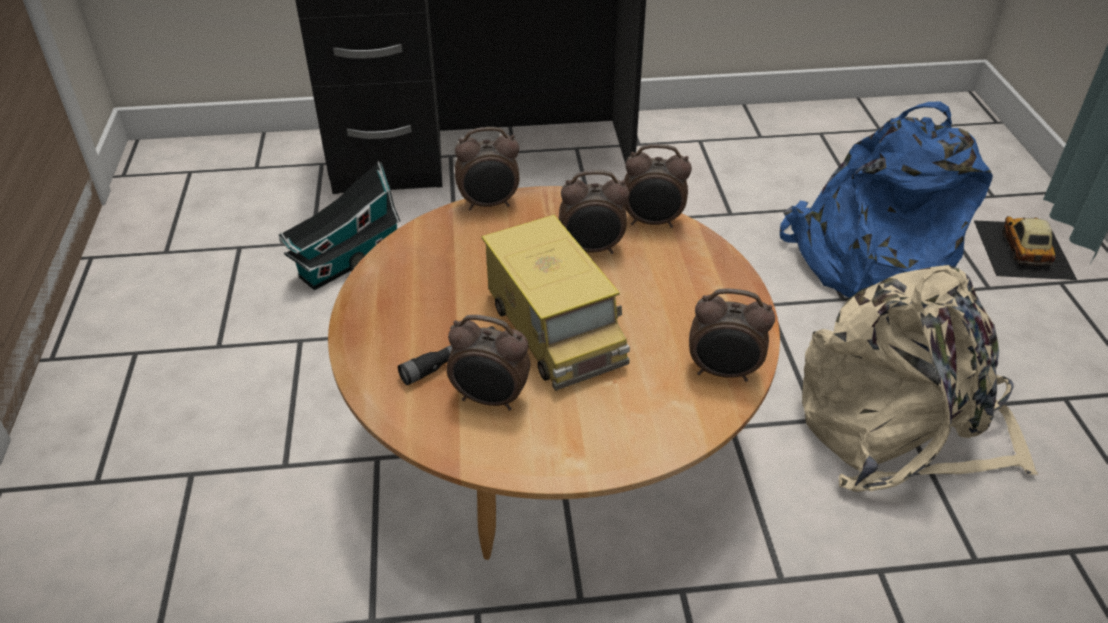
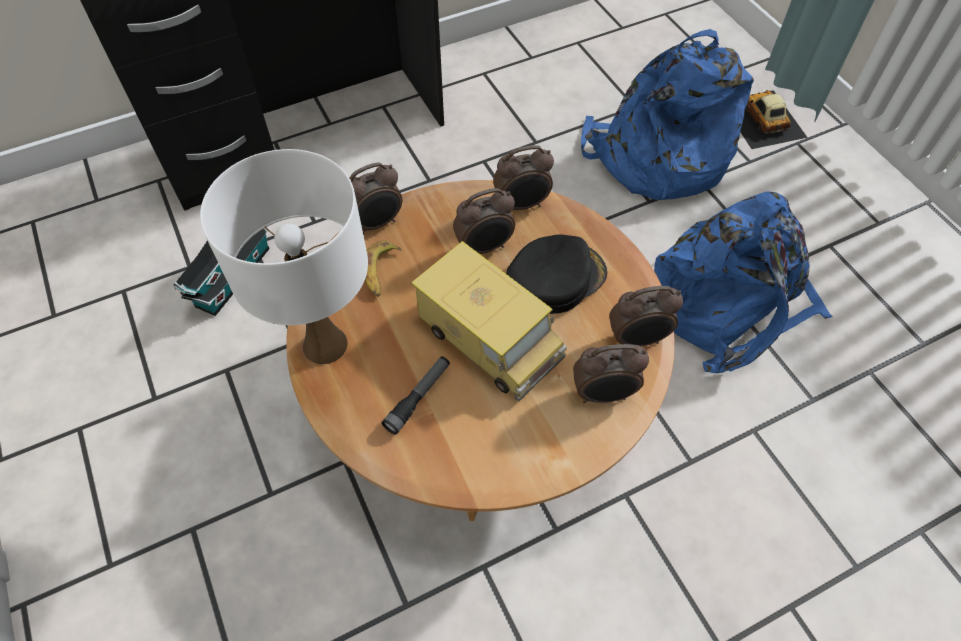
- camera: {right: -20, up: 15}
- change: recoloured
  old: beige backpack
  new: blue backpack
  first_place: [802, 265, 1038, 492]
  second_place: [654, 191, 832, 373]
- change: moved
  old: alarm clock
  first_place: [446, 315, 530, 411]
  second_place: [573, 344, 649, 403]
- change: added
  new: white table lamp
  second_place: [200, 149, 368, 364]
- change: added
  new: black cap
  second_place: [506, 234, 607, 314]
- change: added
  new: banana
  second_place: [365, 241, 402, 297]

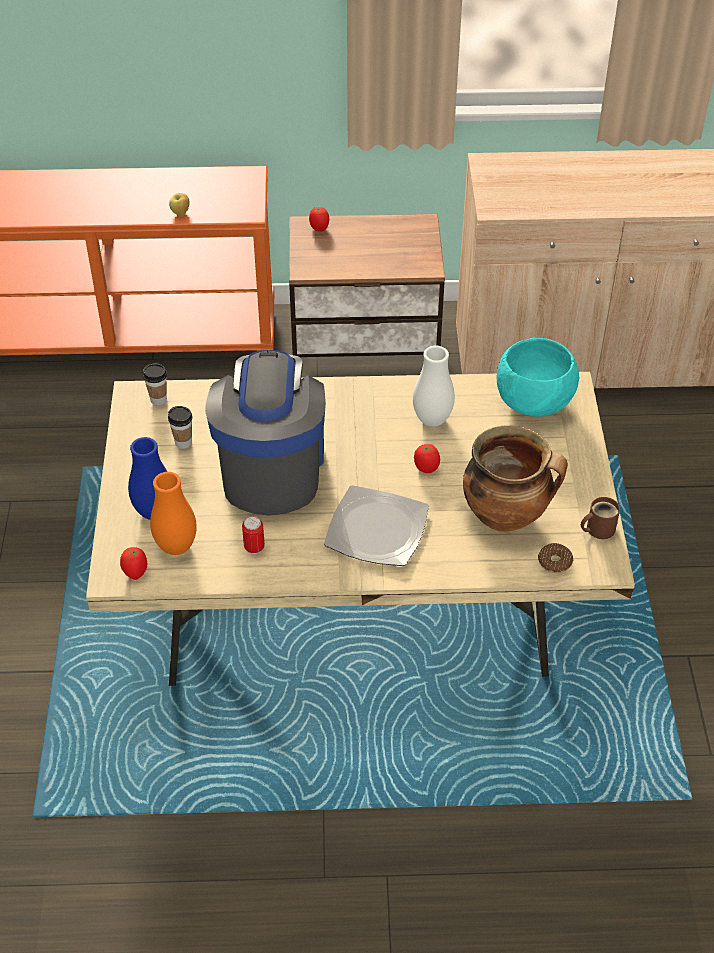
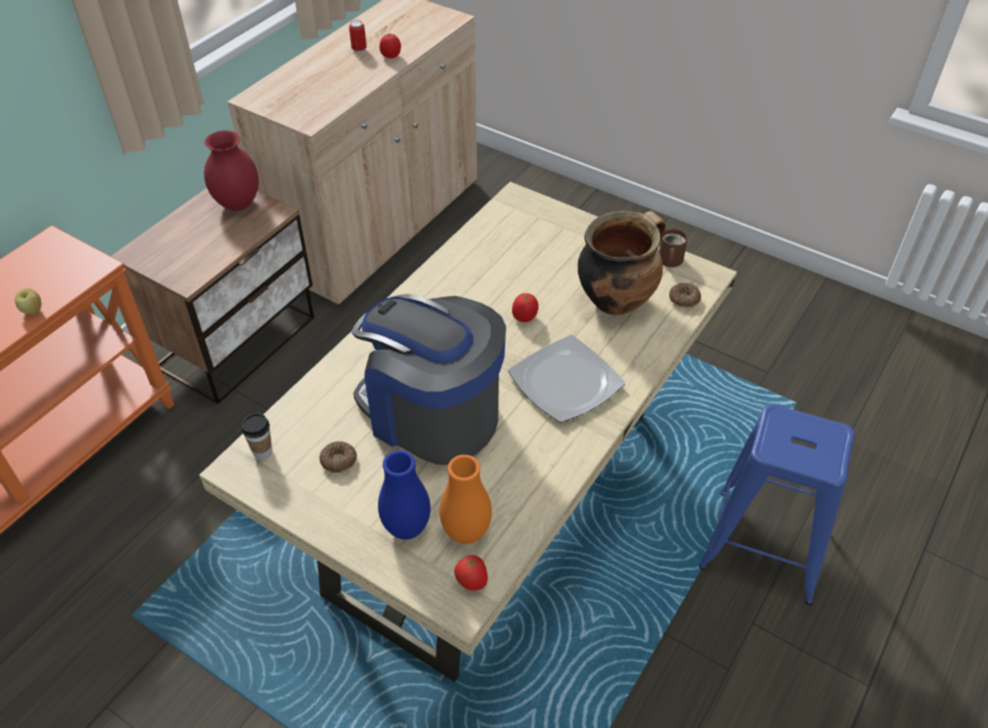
- camera: {right: -55, up: 0}
- change: moved
  old: tomato
  first_place: [309, 207, 329, 232]
  second_place: [379, 34, 401, 58]
- change: removed
  old: turquoise bowl
  first_place: [497, 338, 579, 417]
- change: removed
  old: white vase
  first_place: [413, 346, 455, 427]
- change: replaced
  old: cup
  new: donut
  first_place: [168, 406, 193, 449]
  second_place: [319, 441, 357, 473]
- change: moved
  old: can
  first_place: [242, 516, 265, 554]
  second_place: [349, 20, 367, 53]
- change: added
  new: red vase
  second_place: [204, 130, 259, 211]
- change: added
  new: blue stool
  second_place: [699, 404, 855, 605]

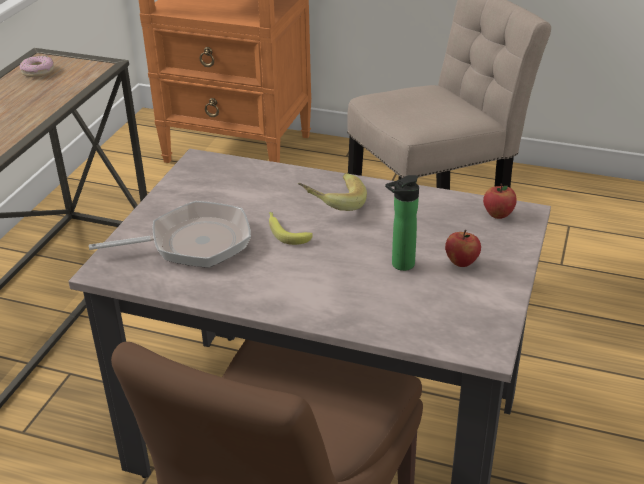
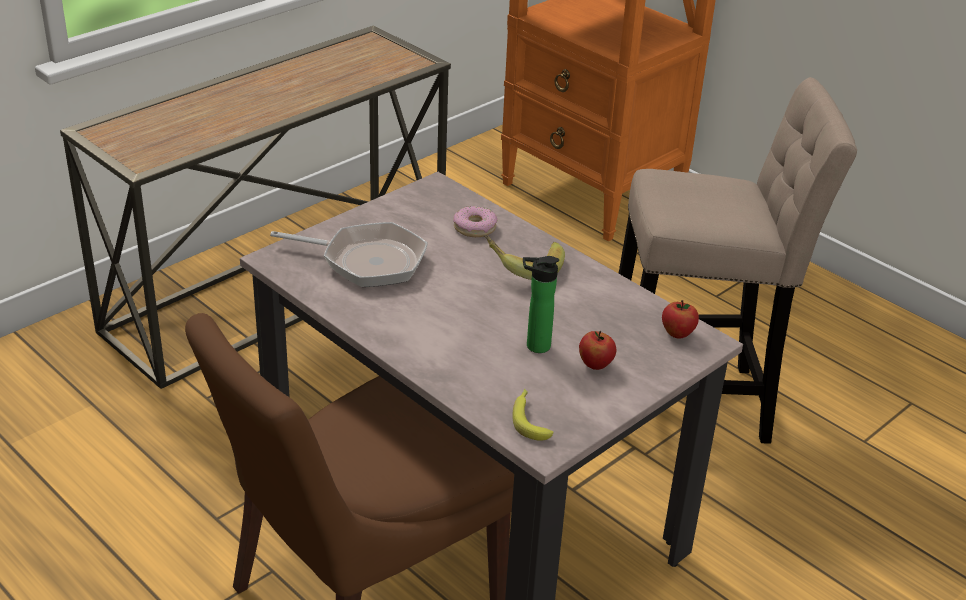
- camera: {right: 25, up: 0}
- change: moved
  old: donut
  first_place: [19, 56, 54, 77]
  second_place: [453, 206, 497, 237]
- change: moved
  old: banana
  first_place: [269, 212, 313, 245]
  second_place: [512, 389, 554, 441]

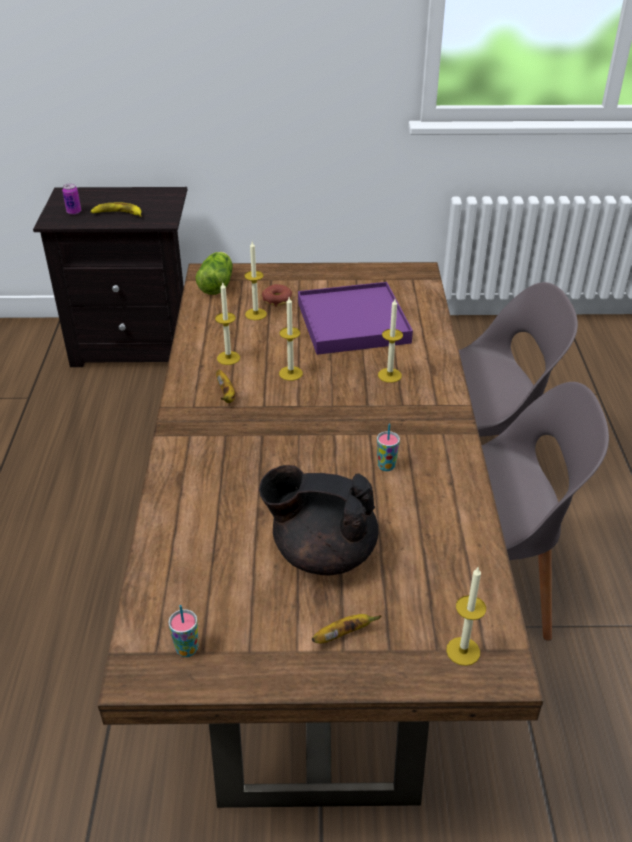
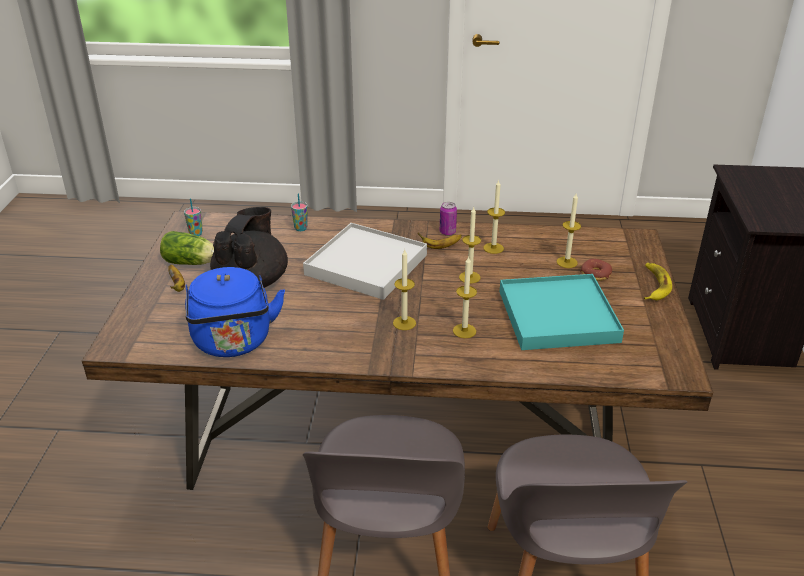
- camera: {right: 95, up: -5}
- change: moved
  old: can
  first_place: [62, 184, 81, 215]
  second_place: [440, 202, 457, 236]
- change: moved
  old: banana
  first_place: [91, 202, 142, 217]
  second_place: [644, 263, 672, 300]
- change: moved
  old: lettuce
  first_place: [196, 252, 233, 295]
  second_place: [160, 231, 214, 265]
- change: recoloured
  old: purple tray
  new: turquoise tray
  first_place: [298, 282, 413, 355]
  second_place: [499, 274, 624, 350]
- change: moved
  old: cup
  first_place: [377, 424, 400, 471]
  second_place: [291, 193, 308, 231]
- change: moved
  old: candle
  first_place: [446, 567, 486, 666]
  second_place: [393, 250, 416, 330]
- change: added
  new: white tray
  second_place: [303, 223, 427, 300]
- change: added
  new: blue kettle
  second_place: [185, 267, 285, 357]

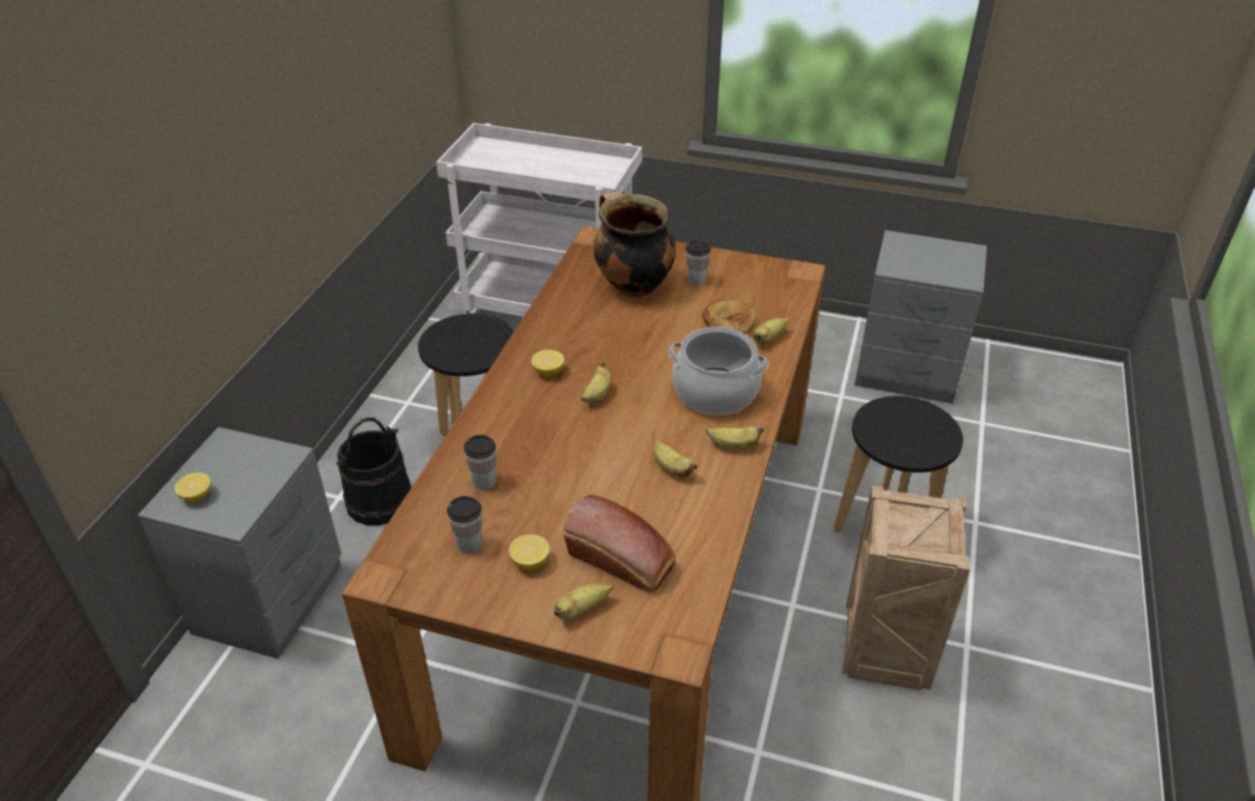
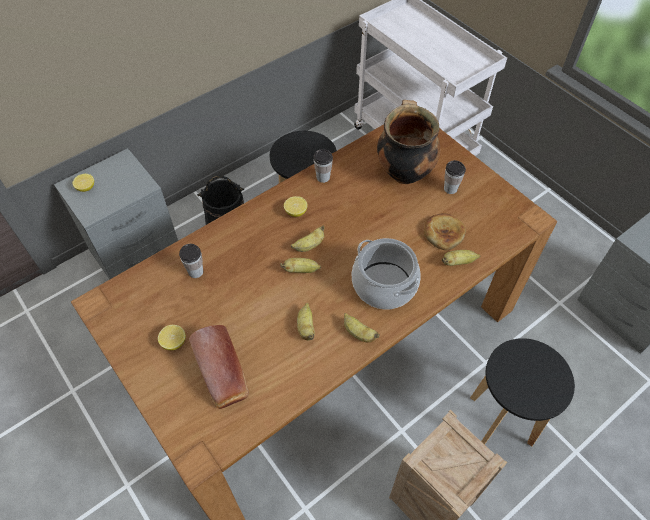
- camera: {right: 35, up: 15}
- change: moved
  old: cup
  first_place: [447, 496, 482, 554]
  second_place: [313, 149, 333, 183]
- change: moved
  old: banana
  first_place: [554, 583, 613, 620]
  second_place: [280, 258, 321, 273]

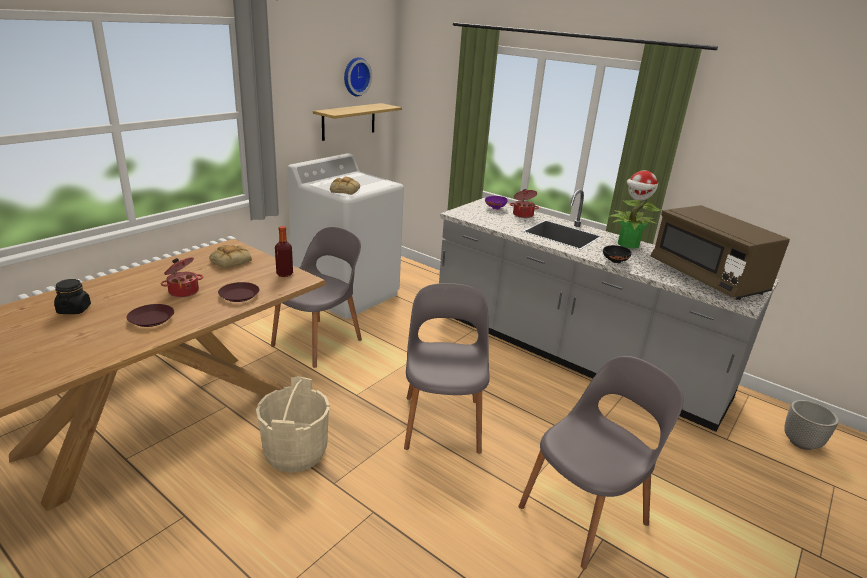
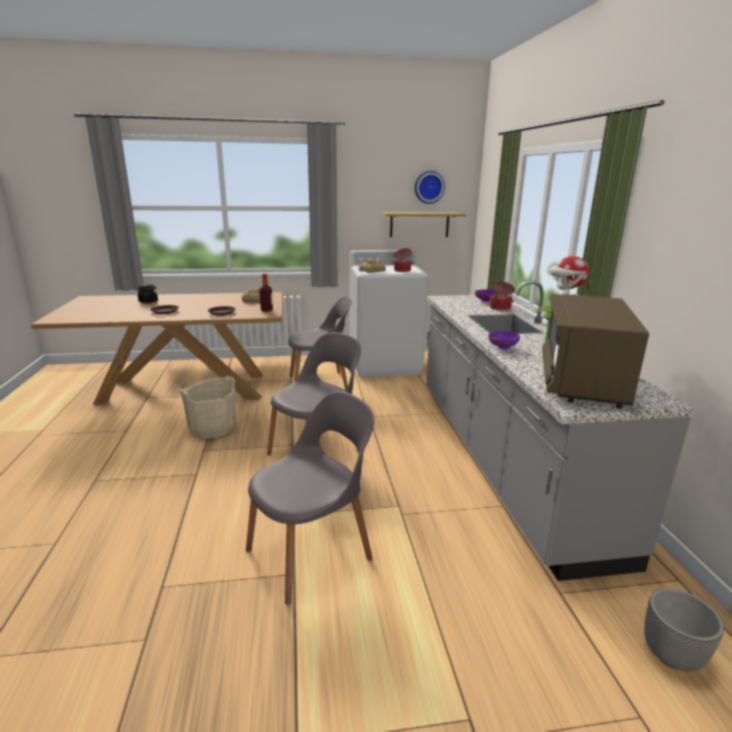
- camera: {right: 45, up: -5}
- change: recoloured
  old: black bowl
  new: purple bowl
  first_place: [603, 245, 632, 263]
  second_place: [488, 331, 520, 350]
- change: moved
  old: cooking pot
  first_place: [160, 257, 203, 297]
  second_place: [391, 248, 415, 272]
- change: turned
  old: grey chair
  first_place: [519, 356, 684, 569]
  second_place: [246, 391, 374, 605]
  degrees: -45

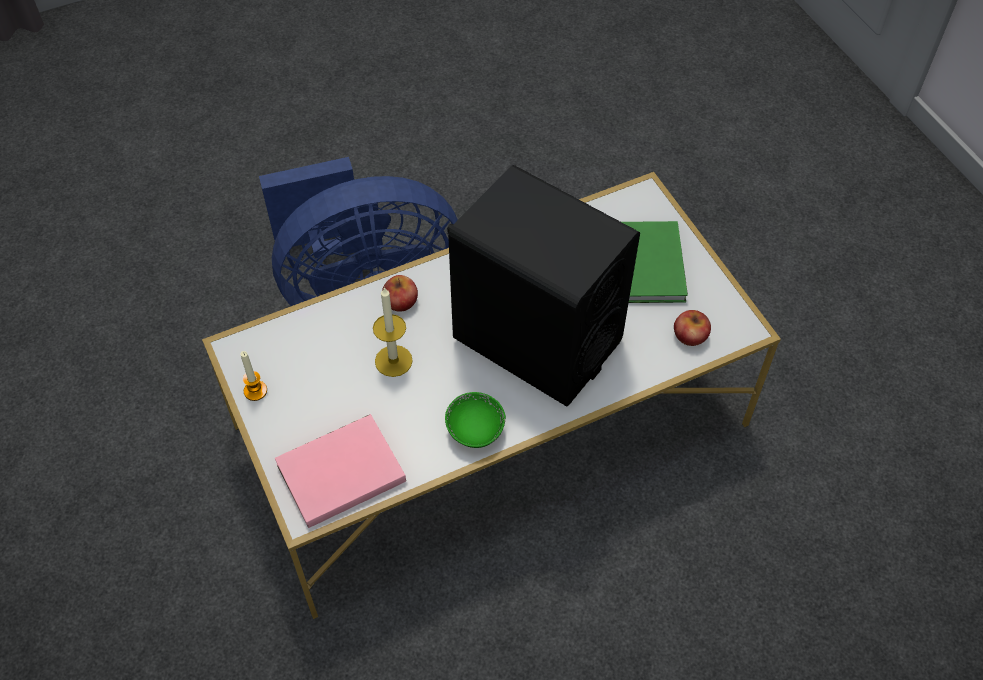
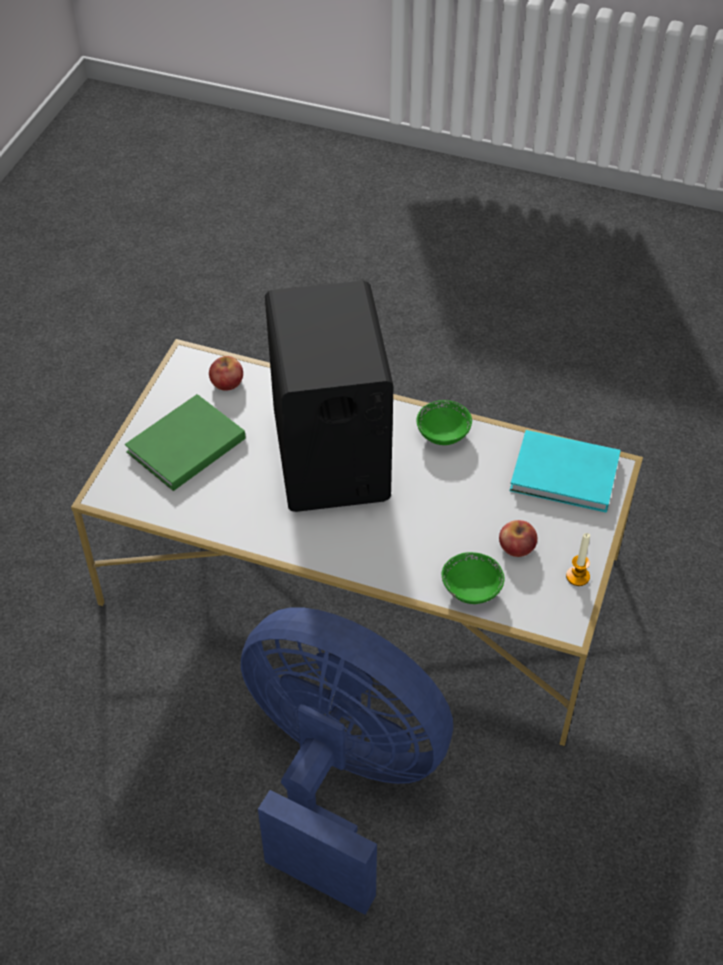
- camera: {right: -135, up: -5}
- change: moved
  old: apple
  first_place: [382, 275, 418, 312]
  second_place: [499, 520, 537, 557]
- change: removed
  old: candle
  first_place: [373, 287, 413, 377]
- change: recoloured
  old: pink book
  new: turquoise book
  first_place: [275, 414, 406, 528]
  second_place: [510, 430, 621, 513]
- change: added
  new: green bowl
  second_place: [442, 552, 505, 604]

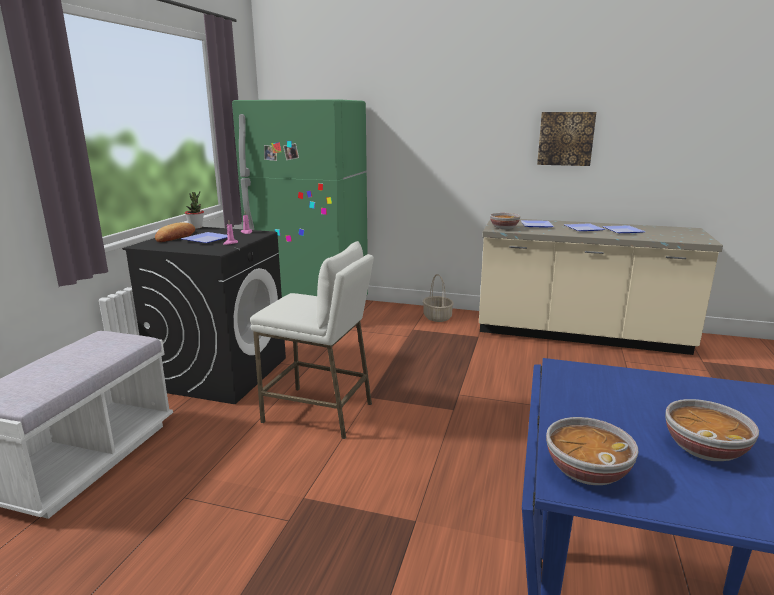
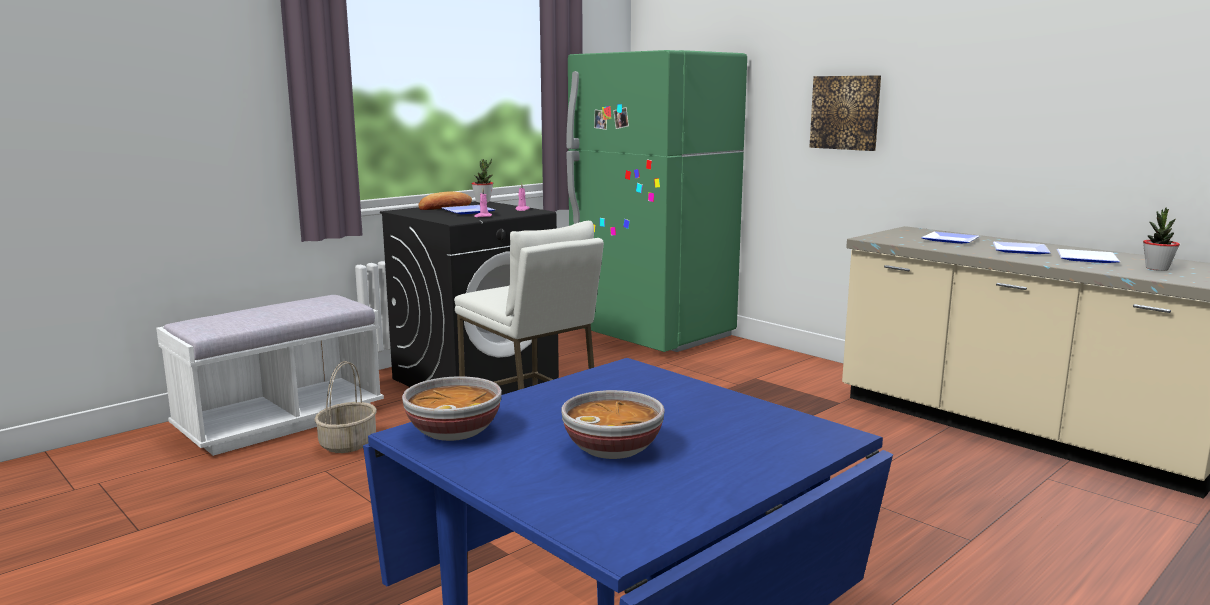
- camera: {right: 30, up: -5}
- change: moved
  old: picture
  first_place: [537, 112, 596, 166]
  second_place: [809, 75, 881, 151]
- change: removed
  old: bowl
  first_place: [490, 213, 520, 229]
- change: moved
  old: basket
  first_place: [423, 274, 454, 322]
  second_place: [314, 361, 377, 453]
- change: added
  new: potted plant
  second_place: [1143, 207, 1180, 271]

